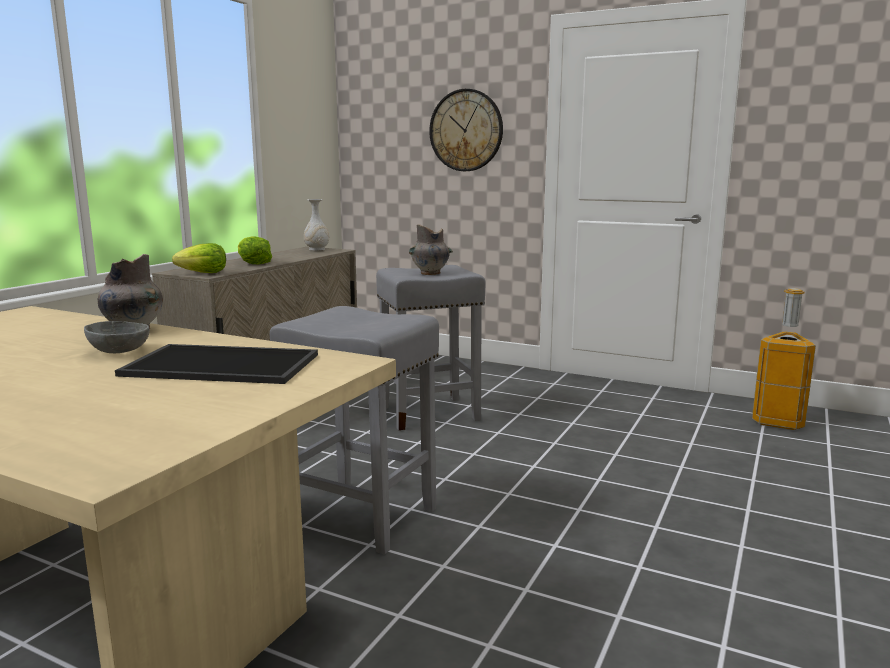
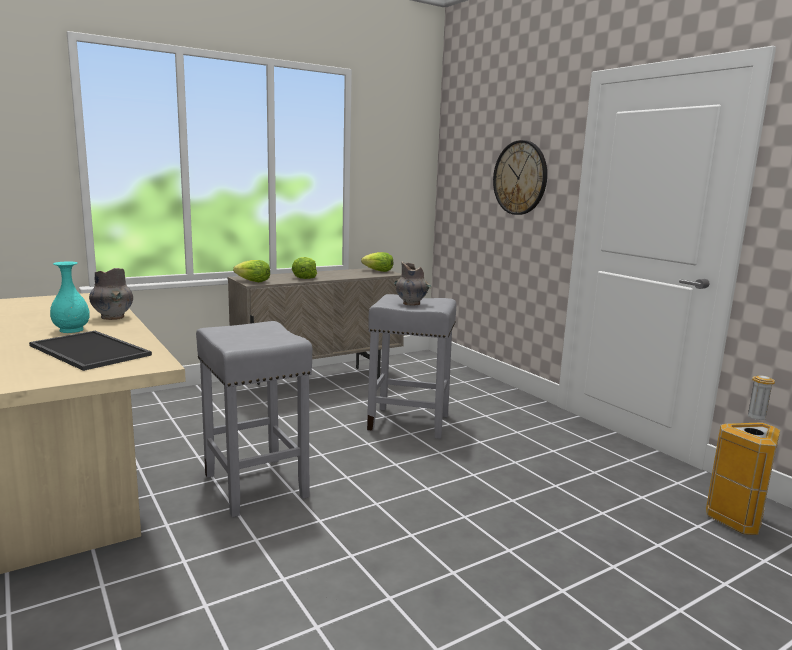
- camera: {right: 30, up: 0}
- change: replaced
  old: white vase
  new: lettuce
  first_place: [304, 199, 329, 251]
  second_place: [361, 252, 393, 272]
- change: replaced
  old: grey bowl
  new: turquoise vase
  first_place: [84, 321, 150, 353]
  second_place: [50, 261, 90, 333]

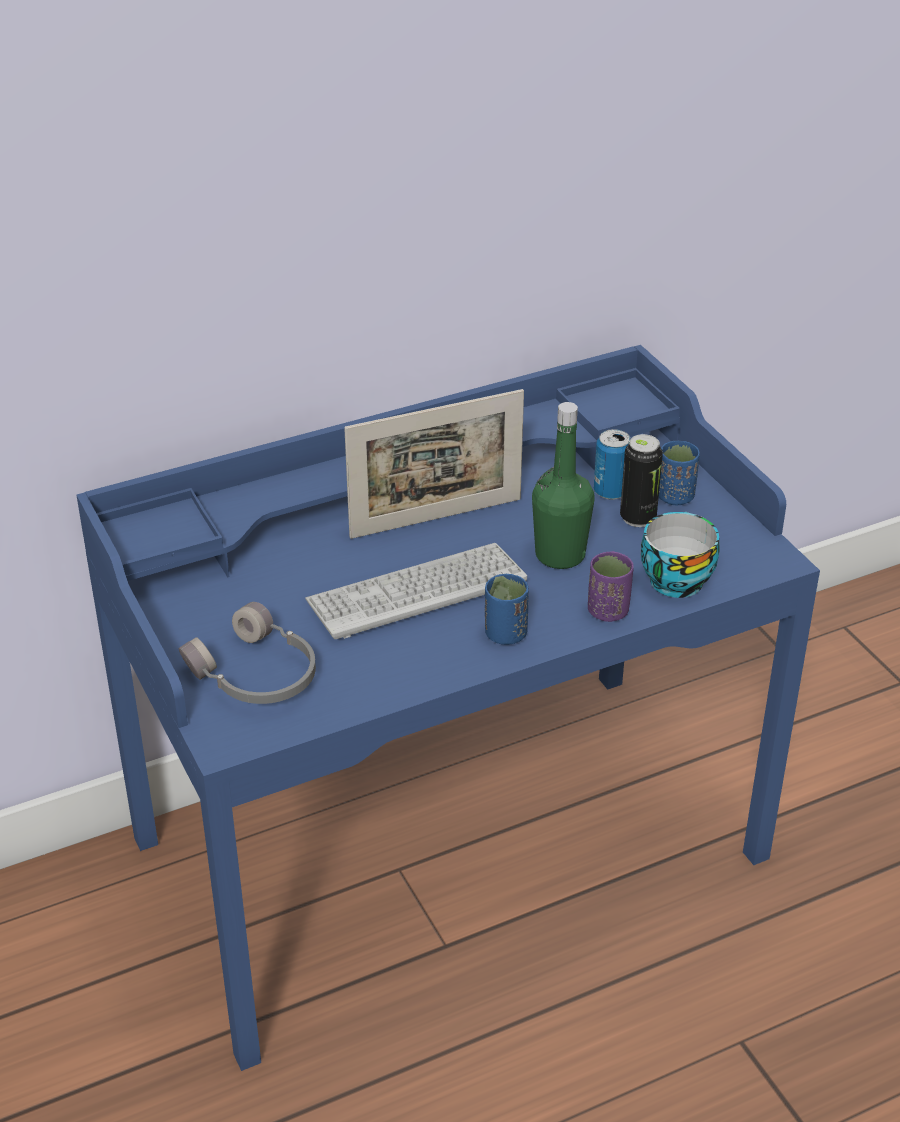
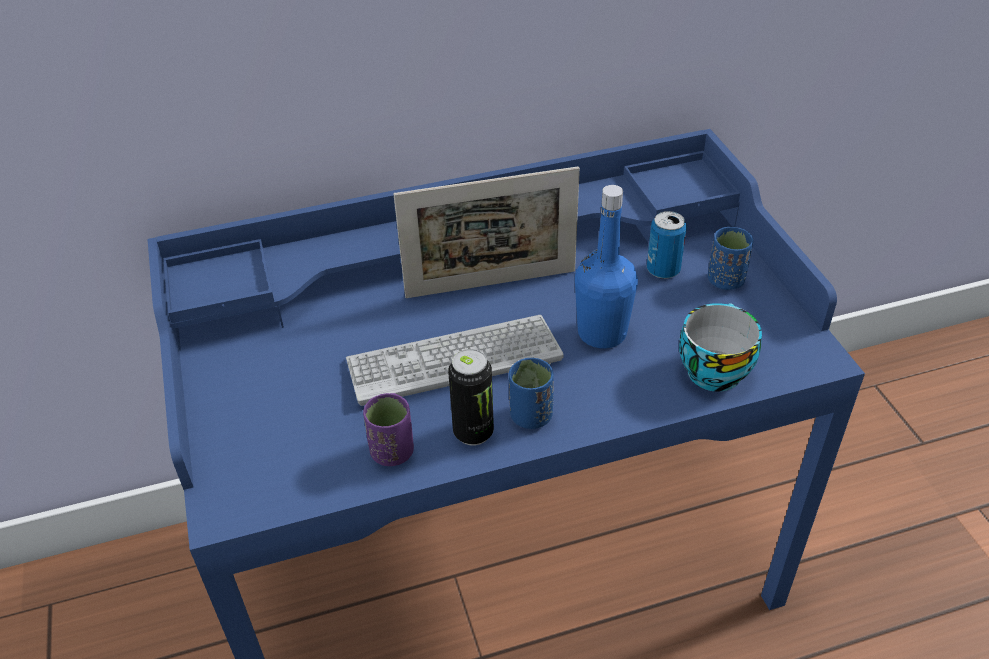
- camera: {right: 10, up: 5}
- change: recoloured
  old: green bottle
  new: blue bottle
  first_place: [532, 402, 595, 569]
  second_place: [575, 185, 638, 349]
- change: moved
  old: can
  first_place: [620, 434, 663, 527]
  second_place: [448, 349, 494, 446]
- change: moved
  old: purple cup
  first_place: [588, 551, 633, 622]
  second_place: [363, 393, 414, 466]
- change: removed
  old: grey headphones
  first_place: [178, 602, 316, 704]

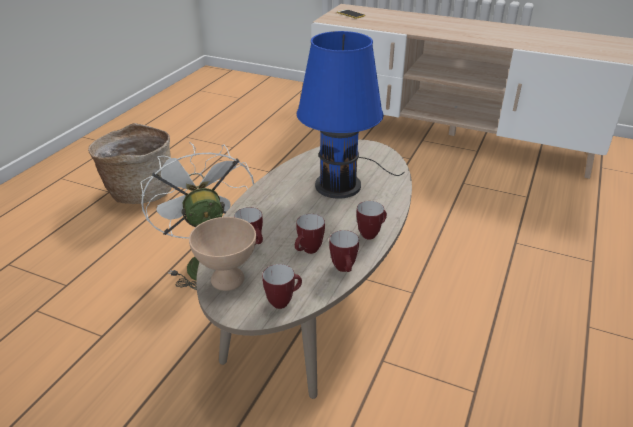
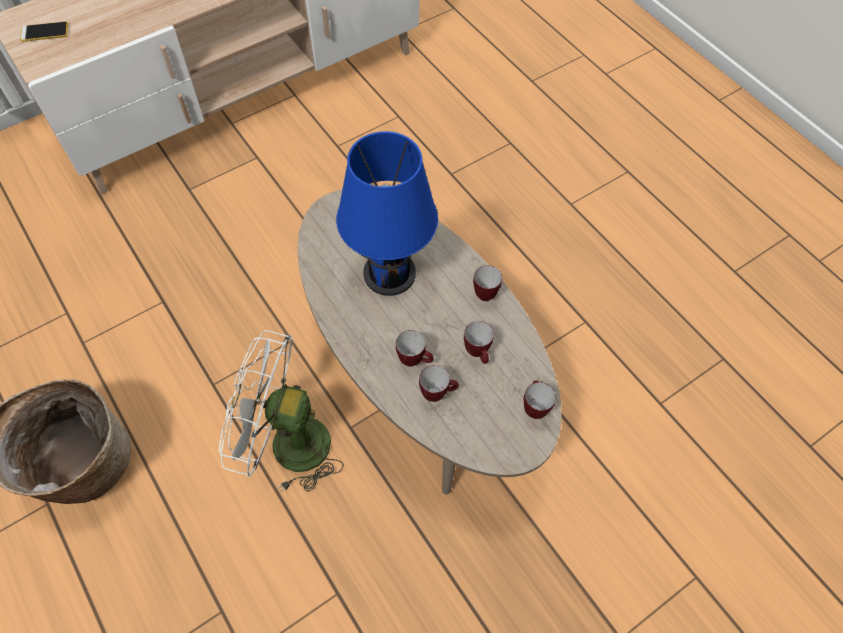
- camera: {right: -60, up: 25}
- change: removed
  old: beige bowl
  first_place: [189, 217, 256, 291]
- change: moved
  old: mug
  first_place: [329, 230, 359, 272]
  second_place: [396, 330, 434, 367]

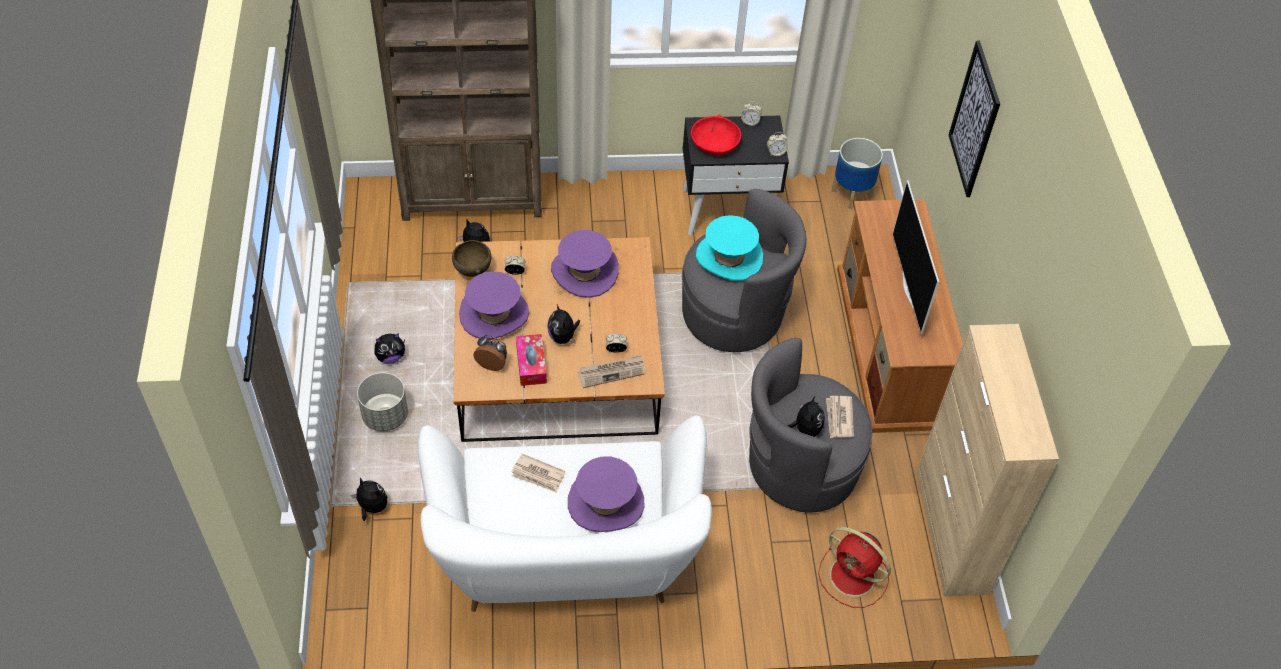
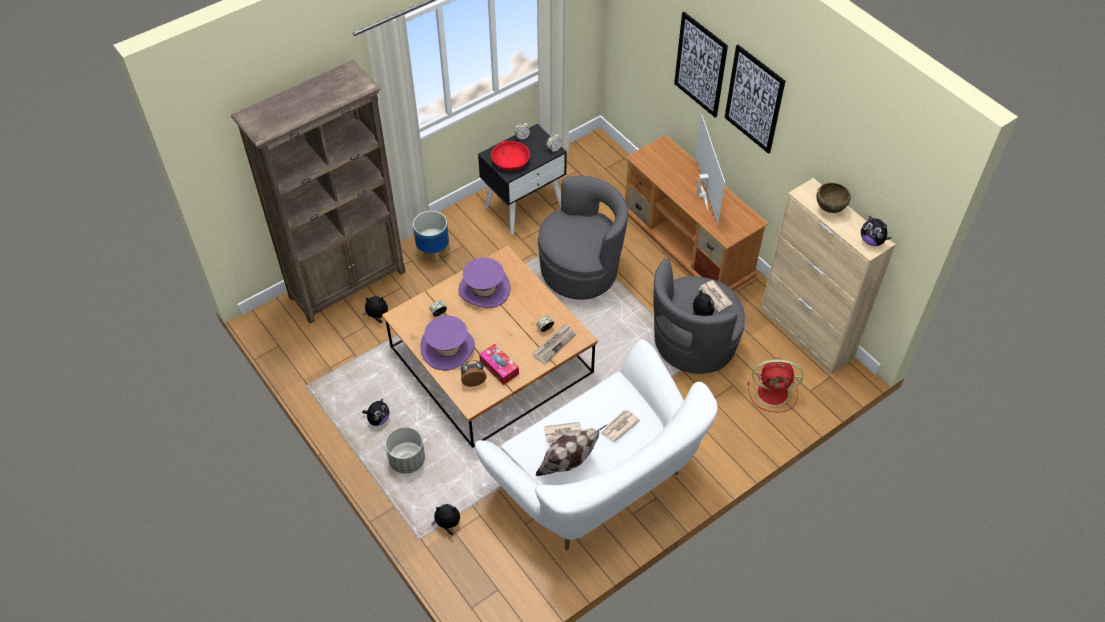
- camera: {right: -30, up: 0}
- change: moved
  old: planter
  first_place: [831, 138, 883, 209]
  second_place: [413, 211, 450, 266]
- change: turned
  old: television
  first_place: [892, 180, 939, 334]
  second_place: [696, 115, 725, 224]
  degrees: -150
- change: removed
  old: turquoise hat
  first_place: [696, 215, 763, 281]
- change: moved
  old: brown bowl
  first_place: [452, 240, 491, 277]
  second_place: [816, 183, 851, 213]
- change: moved
  old: plush toy
  first_place: [547, 304, 580, 344]
  second_place: [861, 215, 891, 246]
- change: replaced
  old: purple hat
  new: newspaper
  first_place: [568, 457, 645, 532]
  second_place: [601, 410, 640, 442]
- change: added
  new: picture
  second_place: [725, 45, 785, 154]
- change: added
  new: pillow
  second_place: [535, 425, 606, 476]

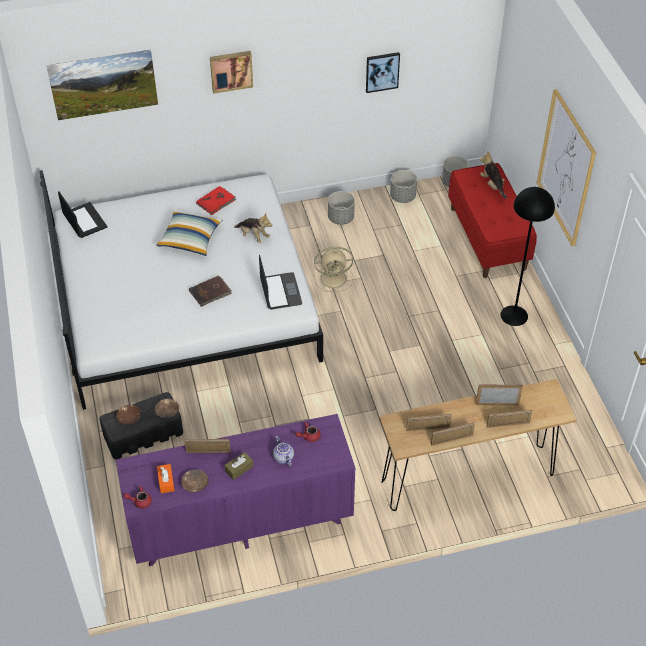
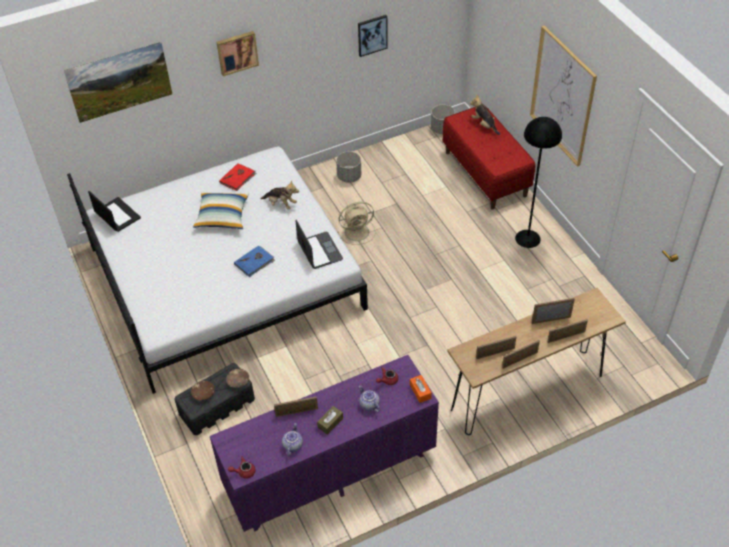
- camera: {right: -10, up: 0}
- change: removed
  old: grey planter
  first_place: [390, 170, 417, 203]
- change: recoloured
  old: brown book
  new: blue book
  first_place: [189, 275, 232, 307]
  second_place: [234, 245, 275, 277]
- change: moved
  old: orange tissue box
  first_place: [157, 464, 175, 493]
  second_place: [410, 375, 432, 403]
- change: replaced
  old: brown bowl
  new: teapot
  first_place: [181, 469, 209, 492]
  second_place: [282, 423, 303, 456]

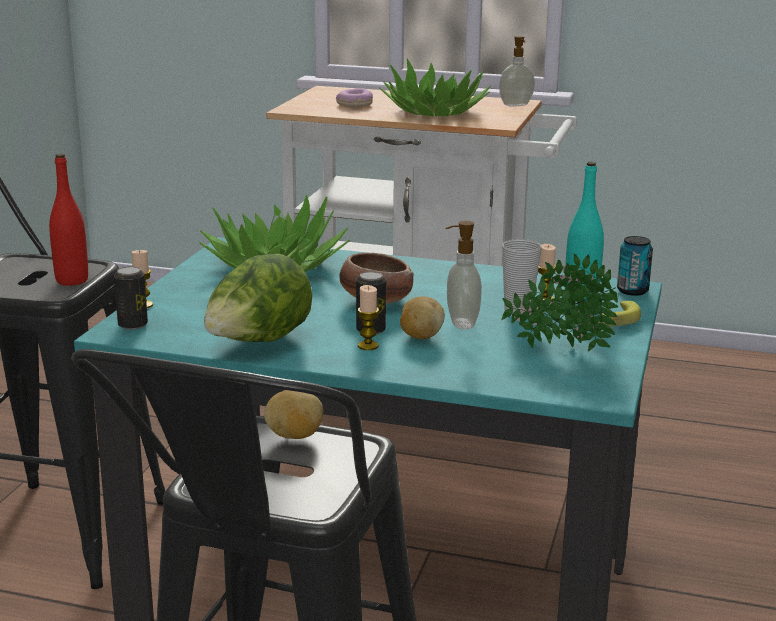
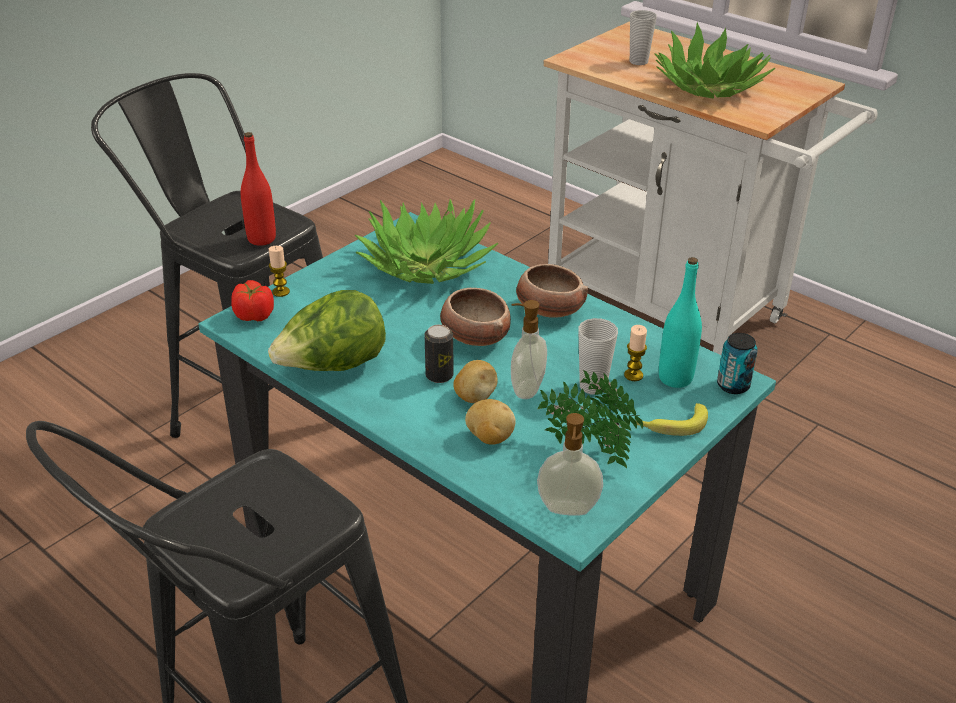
- camera: {right: 25, up: 15}
- change: moved
  old: soap dispenser
  first_place: [499, 36, 535, 106]
  second_place: [537, 413, 603, 516]
- change: replaced
  old: donut
  new: cup
  first_place: [336, 88, 373, 107]
  second_place: [630, 10, 657, 65]
- change: replaced
  old: can
  new: tomato
  first_place: [114, 266, 148, 330]
  second_place: [231, 280, 274, 321]
- change: removed
  old: candle
  first_place: [358, 285, 379, 350]
- change: moved
  old: potato
  first_place: [264, 390, 323, 439]
  second_place: [465, 399, 516, 444]
- change: added
  new: bowl
  second_place: [516, 264, 588, 318]

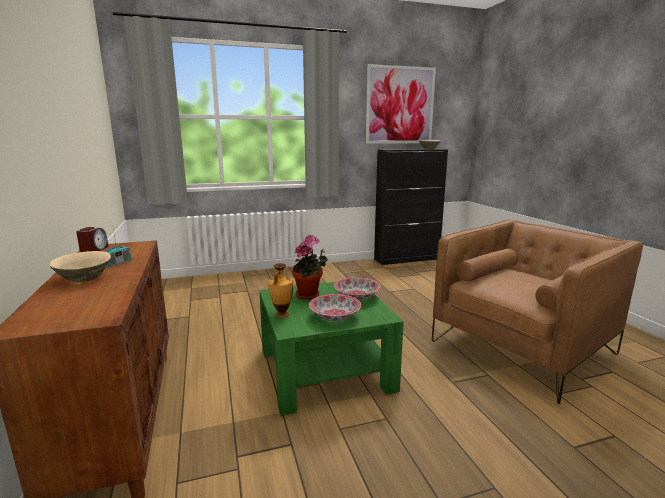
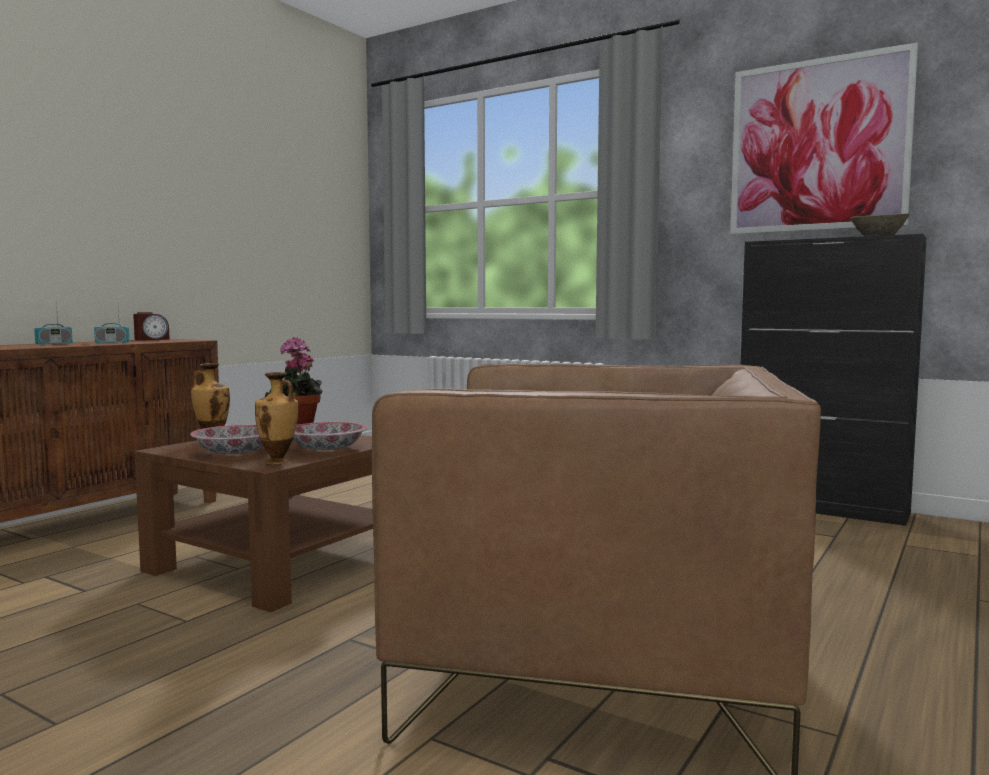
- camera: {right: 50, up: -10}
- change: replaced
  old: beige bowl
  new: radio
  first_place: [49, 251, 111, 282]
  second_place: [34, 303, 72, 345]
- change: recoloured
  old: green coffee table
  new: brown coffee table
  first_place: [259, 282, 404, 416]
  second_place: [134, 435, 373, 612]
- change: added
  new: vase
  second_place: [255, 372, 298, 464]

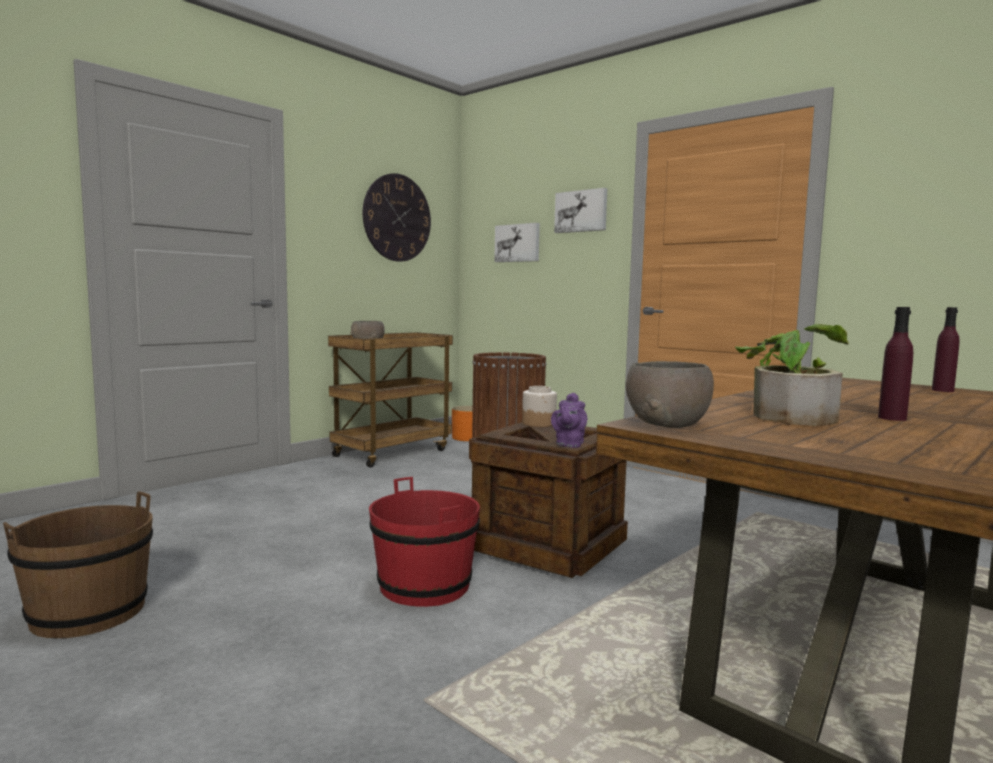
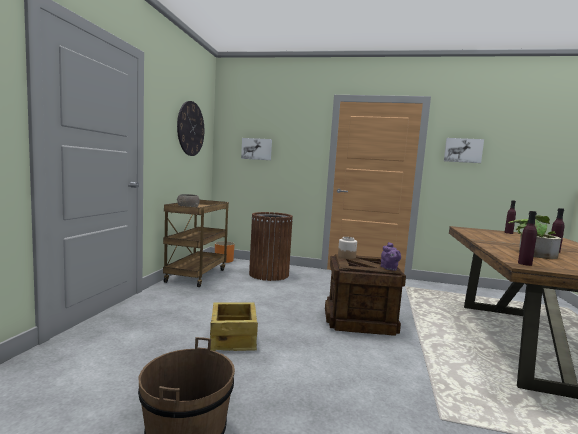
- camera: {right: -30, up: 0}
- change: moved
  old: picture
  first_place: [554, 188, 607, 233]
  second_place: [444, 138, 484, 163]
- change: replaced
  old: grey bowl
  new: purple bottle
  first_place: [626, 361, 714, 428]
  second_place: [518, 211, 537, 266]
- change: removed
  old: red bucket
  first_place: [369, 477, 480, 607]
- change: added
  new: crate
  second_place: [210, 302, 258, 351]

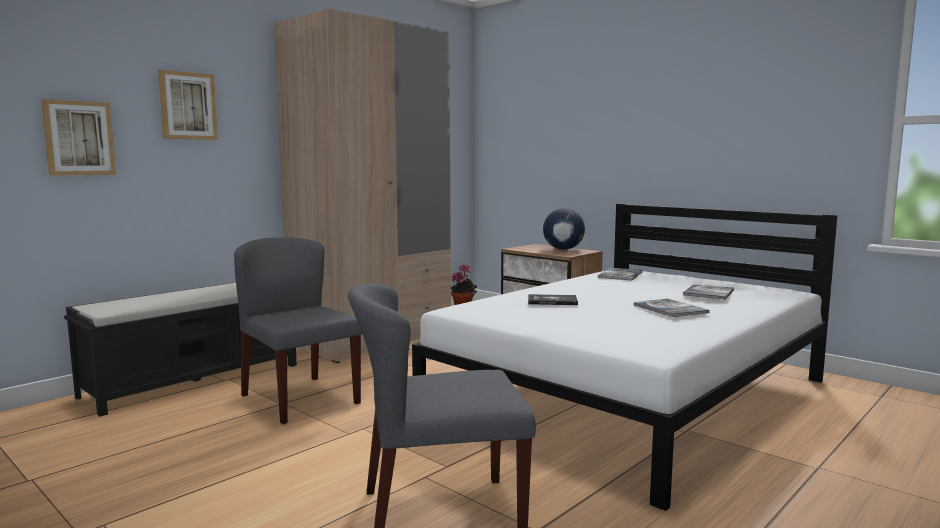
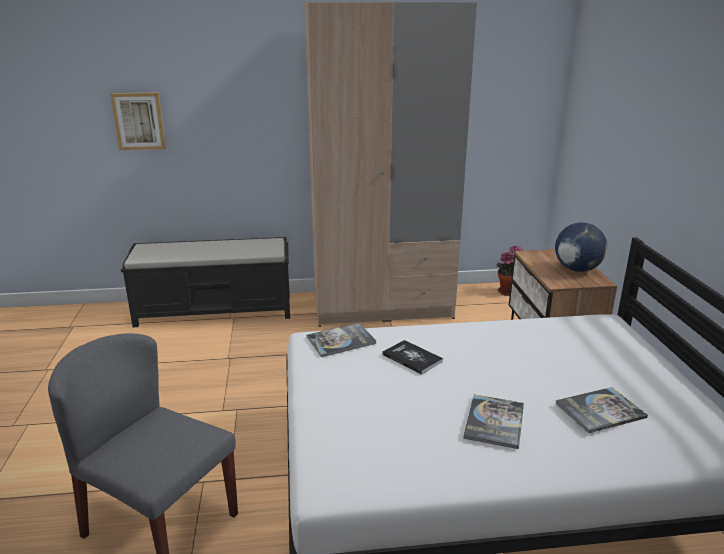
- camera: {right: 40, up: 15}
- change: removed
  old: picture
  first_place: [158, 70, 218, 140]
- change: removed
  old: grey chair
  first_place: [234, 237, 362, 424]
- change: moved
  old: book
  first_place: [598, 268, 642, 281]
  second_place: [307, 323, 376, 357]

